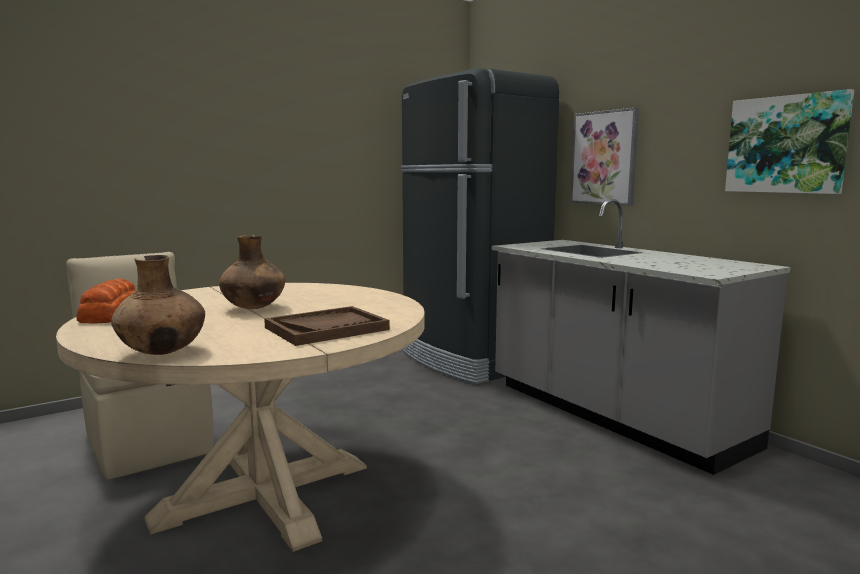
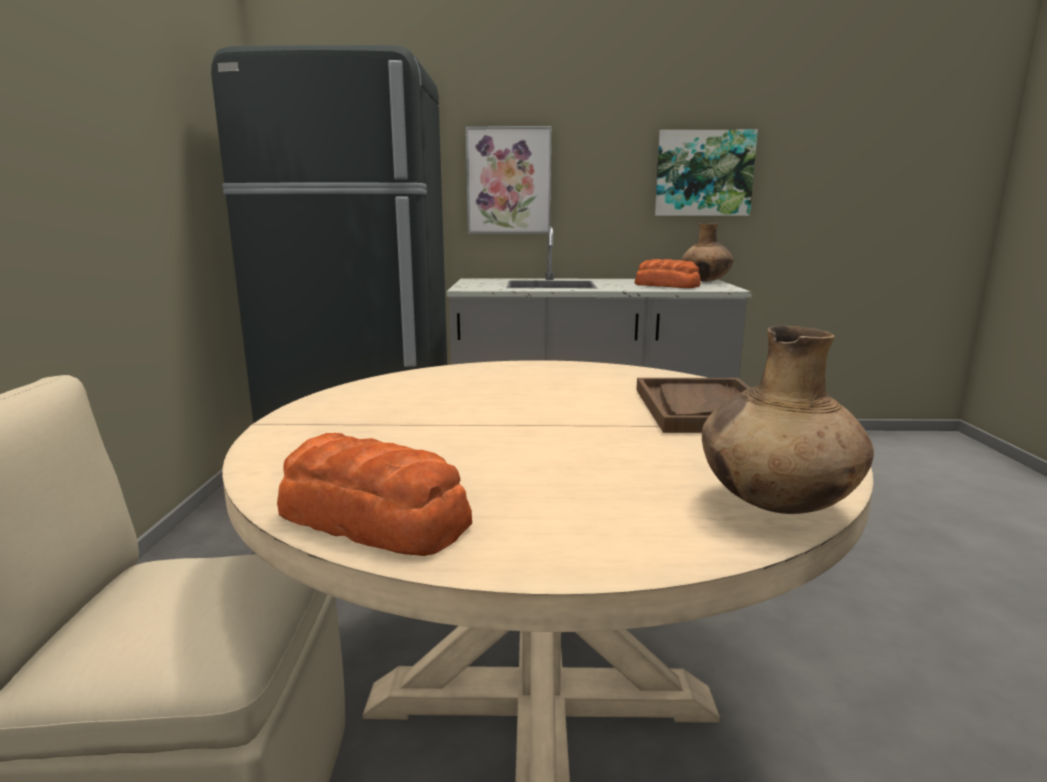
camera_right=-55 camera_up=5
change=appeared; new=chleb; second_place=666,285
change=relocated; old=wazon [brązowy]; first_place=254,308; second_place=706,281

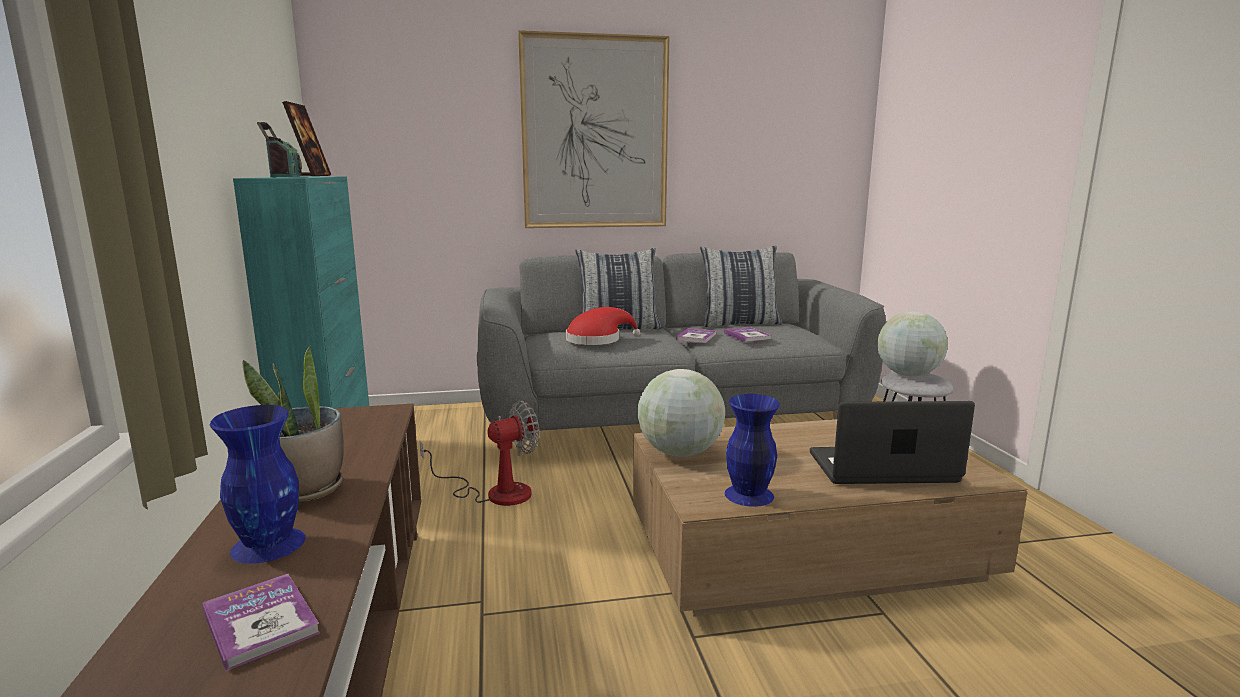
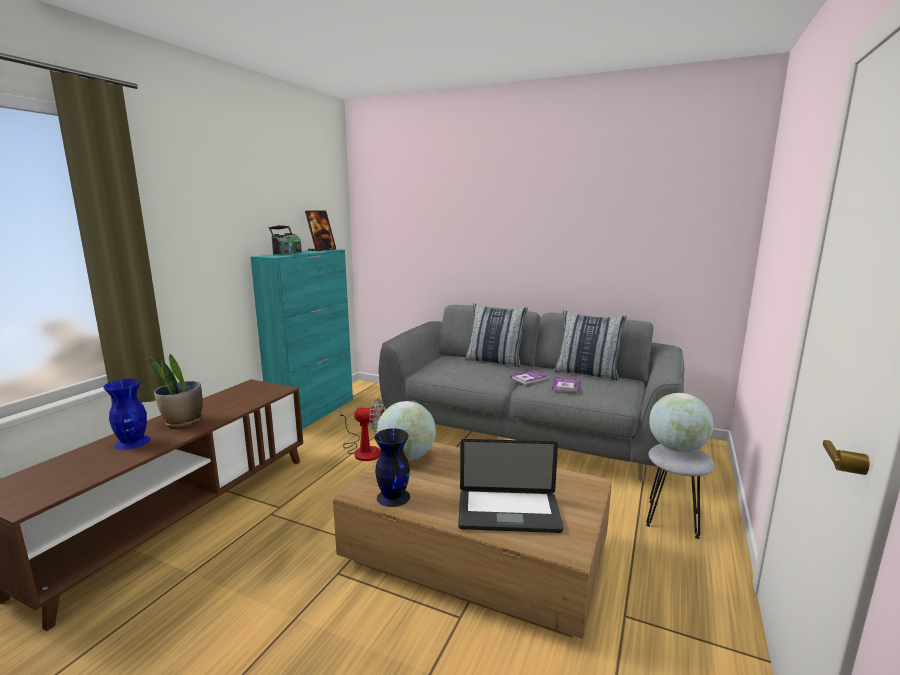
camera_right=35 camera_up=0
change=missing; old=książka; first_place=260,622
change=missing; old=obraz; first_place=595,133
change=missing; old=kapelusz [czerwony]; first_place=597,340
change=colour; old=wazon [niebieski]; new=wazon [czarny]; first_place=748,495; second_place=392,497
change=spun; old=laptop; first_place=882,468; second_place=508,513; degrees=150

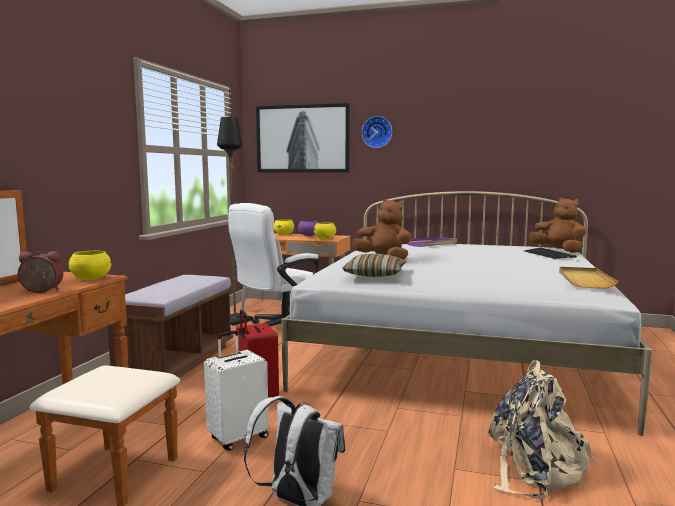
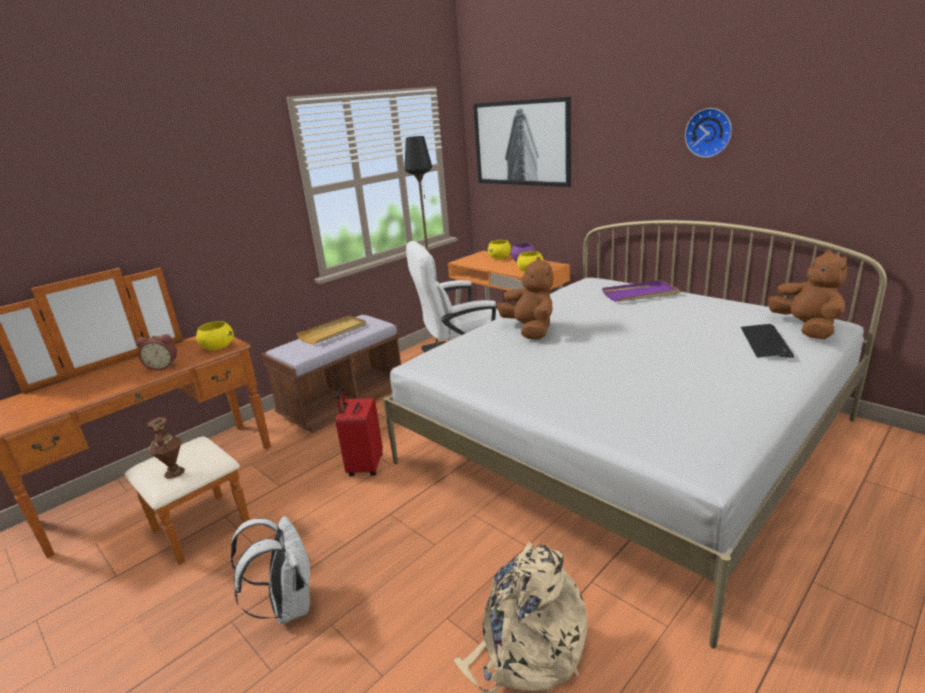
camera_right=30 camera_up=15
change=missing; old=walizka [biały]; first_place=238,438
change=missing; old=poduszka; first_place=375,275
change=appeared; new=wazon [brązowy]; second_place=175,472
change=relocated; old=zegar ścienny; first_place=377,132; second_place=709,132
change=relocated; old=taca [beżowy]; first_place=584,280; second_place=333,332
change=spun; old=budzik; first_place=41,291; second_place=163,366; degrees=150

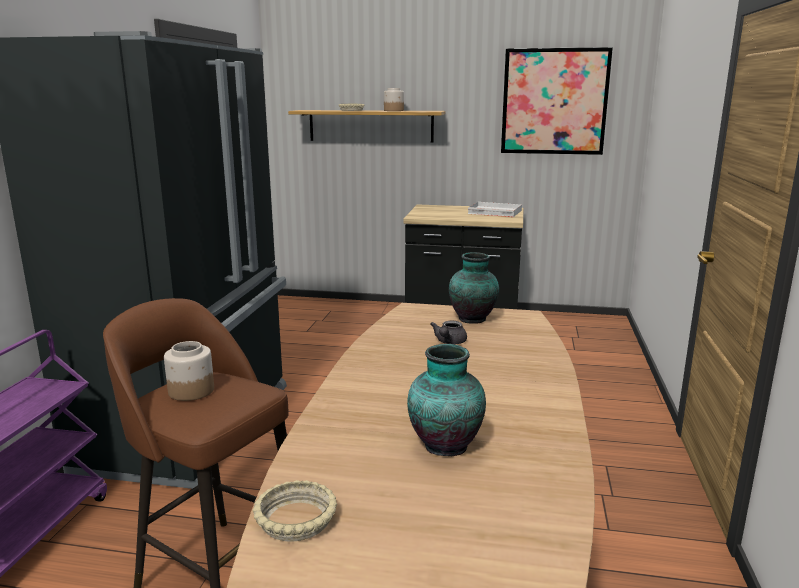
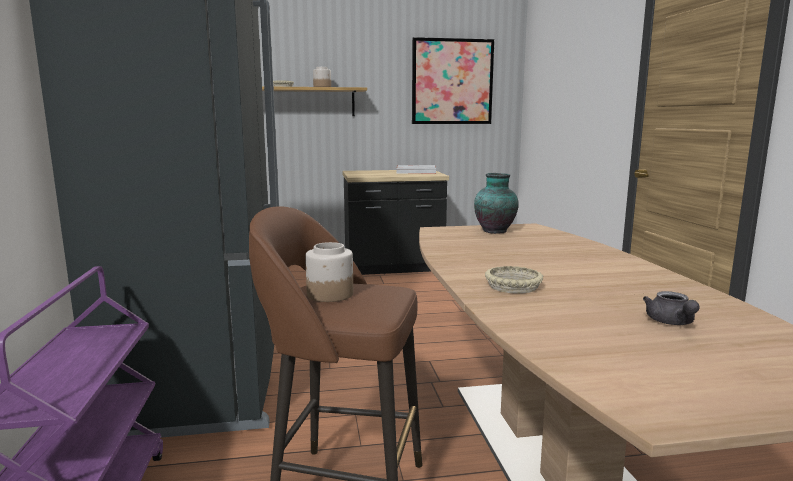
camera_right=-20 camera_up=-5
change=missing; old=wazon; first_place=444,444
change=relocated; old=miska [beżowy]; first_place=297,519; second_place=513,286
change=relocated; old=imbryk [szary]; first_place=449,342; second_place=671,323

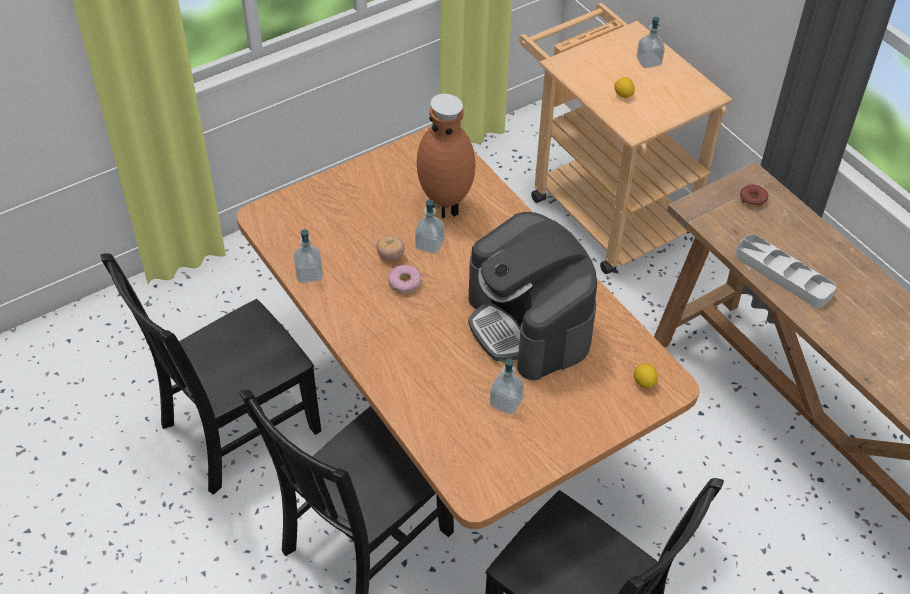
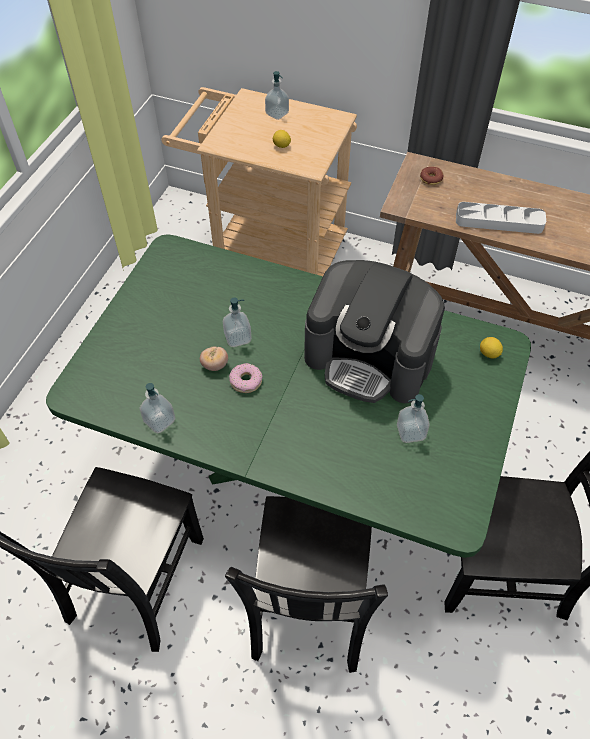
camera_right=-35 camera_up=5
change=missing; old=wazon [brązowy]; first_place=446,206
change=colour; old=stół jadalny [brązowy]; new=stół jadalny [zielony]; first_place=453,421; second_place=295,466

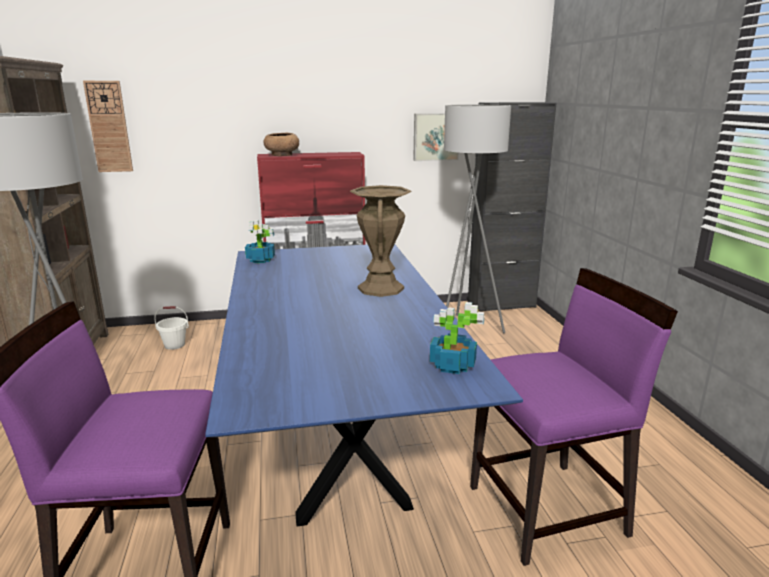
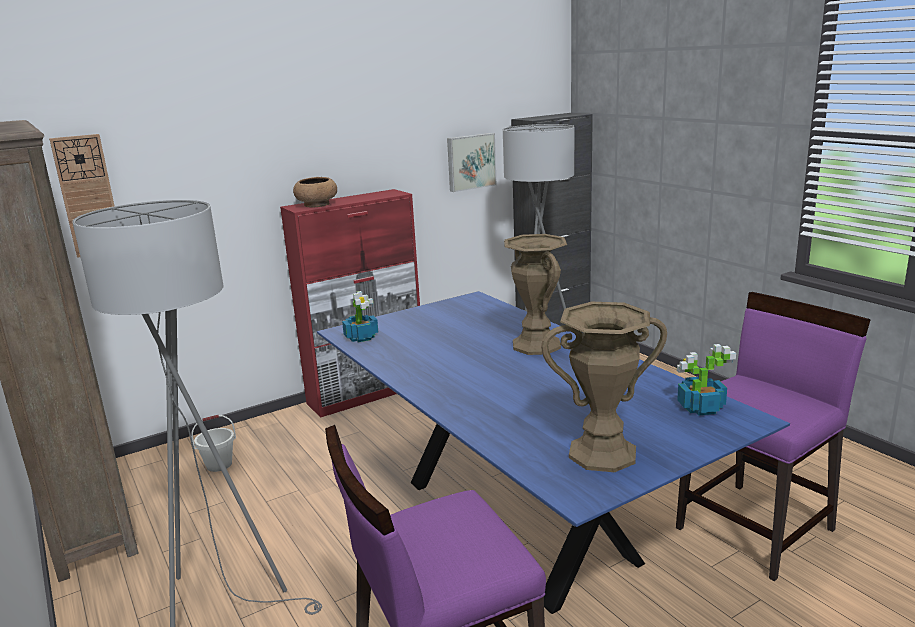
camera_right=-20 camera_up=0
change=appeared; new=wazon [brązowy]; second_place=602,453

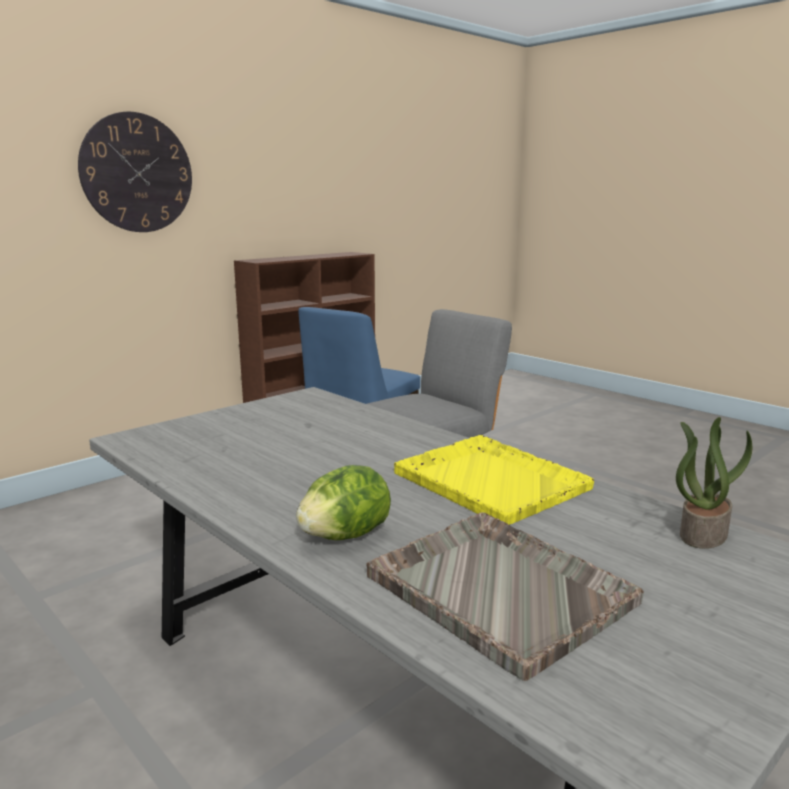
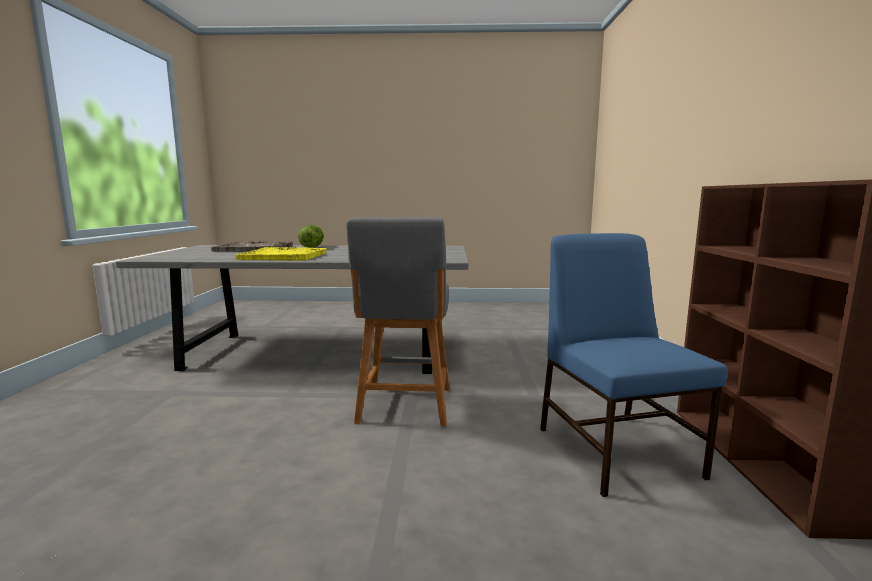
camera_right=135 camera_up=-5
change=missing; old=zegar ścienny; first_place=137,173
change=missing; old=roślina doniczkowa; first_place=702,533

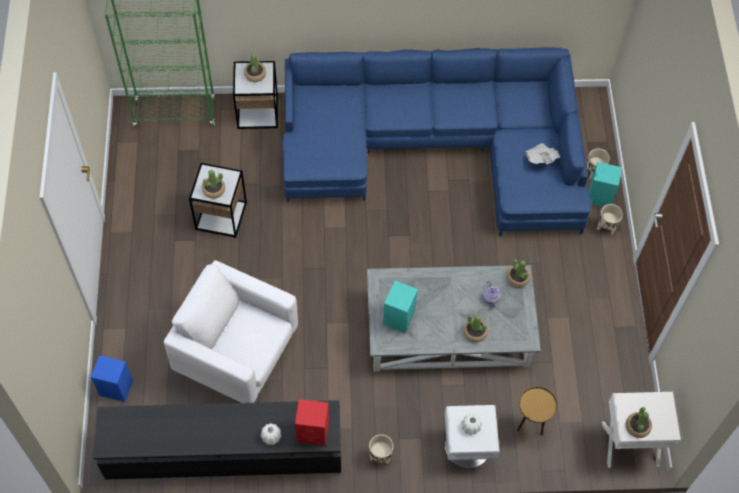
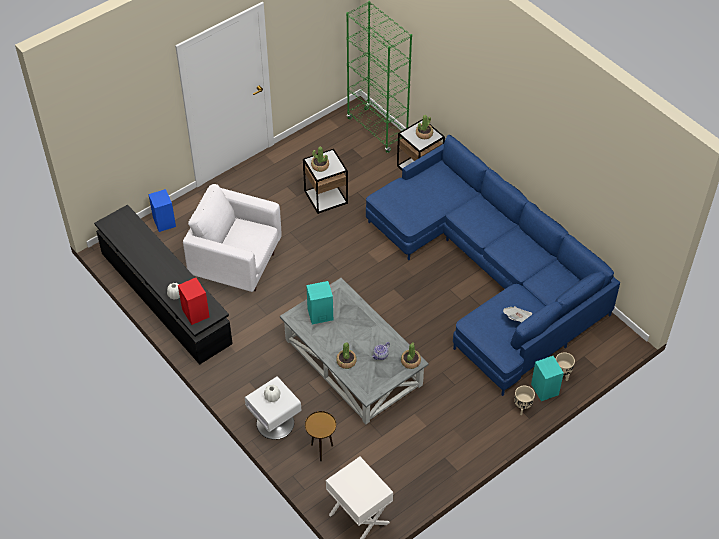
camera_right=55 camera_up=-10
change=missing; old=donica [beżowy]; first_place=380,456
change=missing; old=roślina doniczkowa; first_place=637,427
change=spun; old=fotel [biały]; first_place=237,354; second_place=236,264; degrees=-60

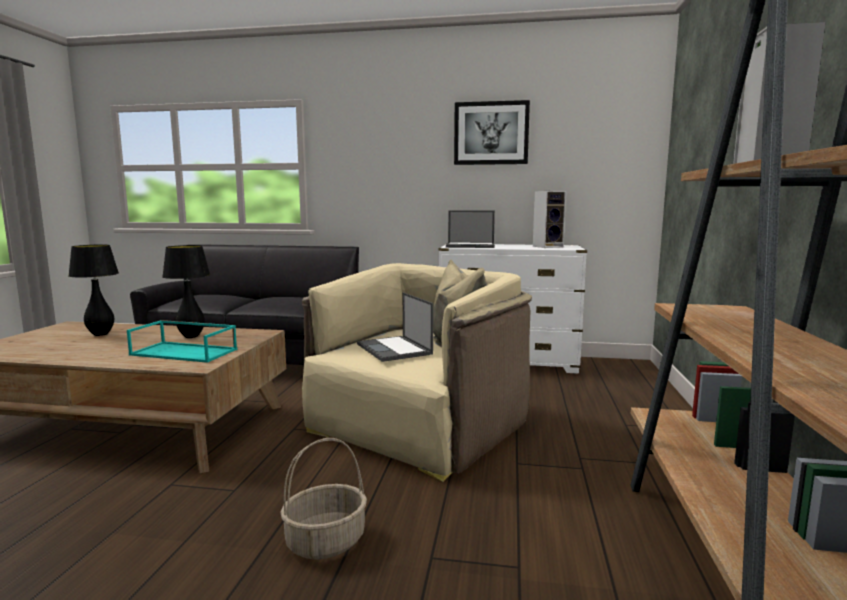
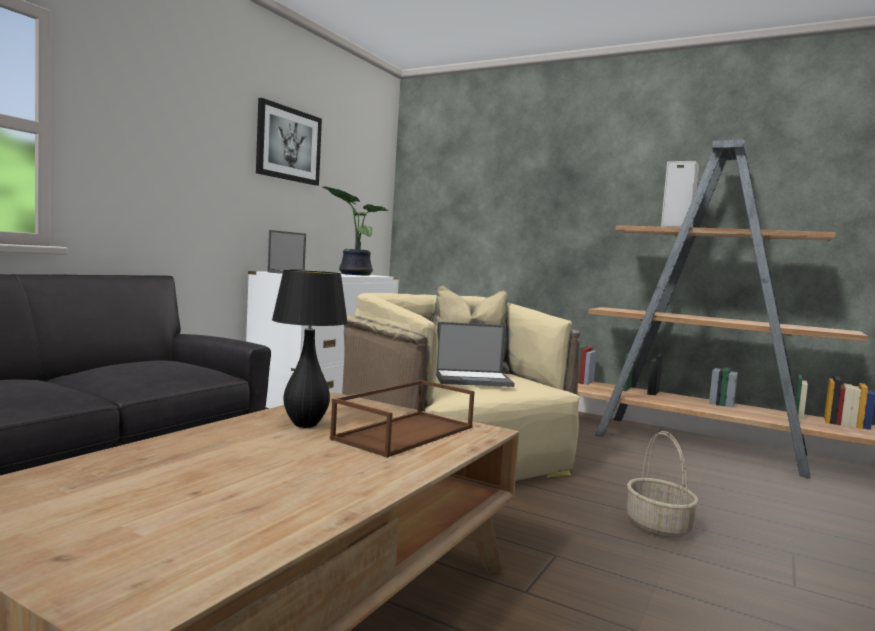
camera_right=-70 camera_up=-5
change=missing; old=lampa stołowa [czarny]; first_place=101,334
change=exchanged; old=głośnik; new=roślina doniczkowa; first_place=548,246; second_place=353,274
change=colour; old=taca [turkusowy]; new=taca [brązowy]; first_place=185,352; second_place=404,432

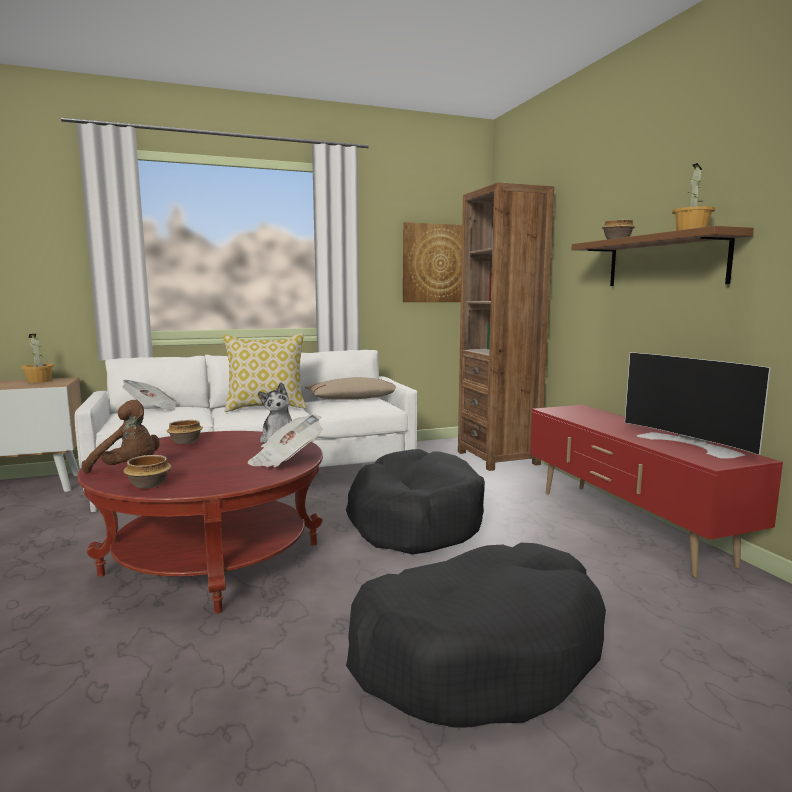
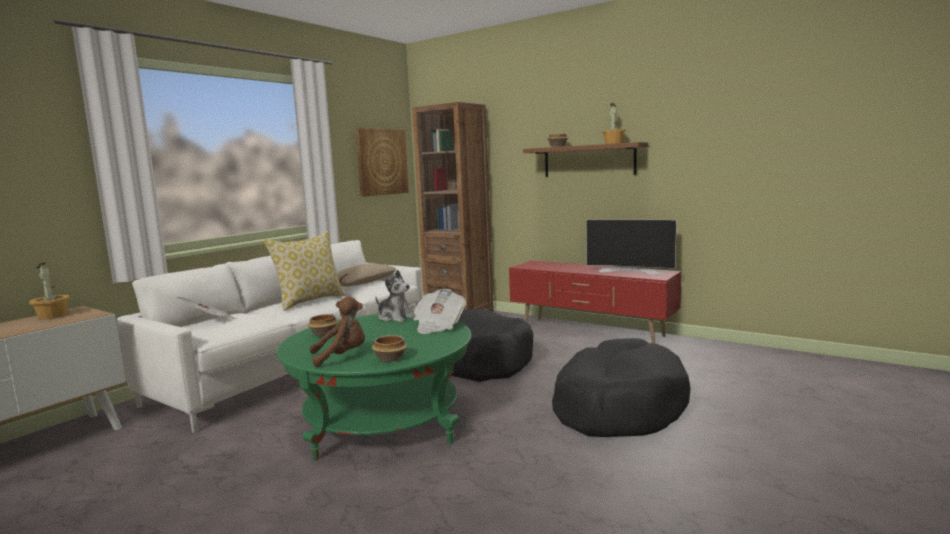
camera_right=-35 camera_up=0
change=colour; old=ława [czerwony]; new=ława [zielony]; first_place=214,558; second_place=383,421

